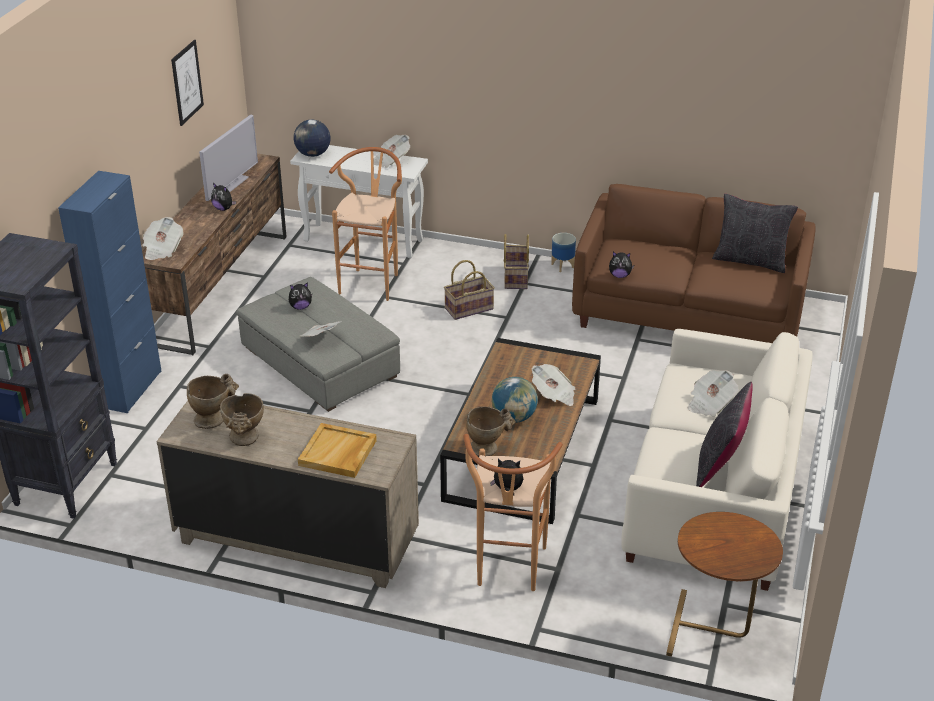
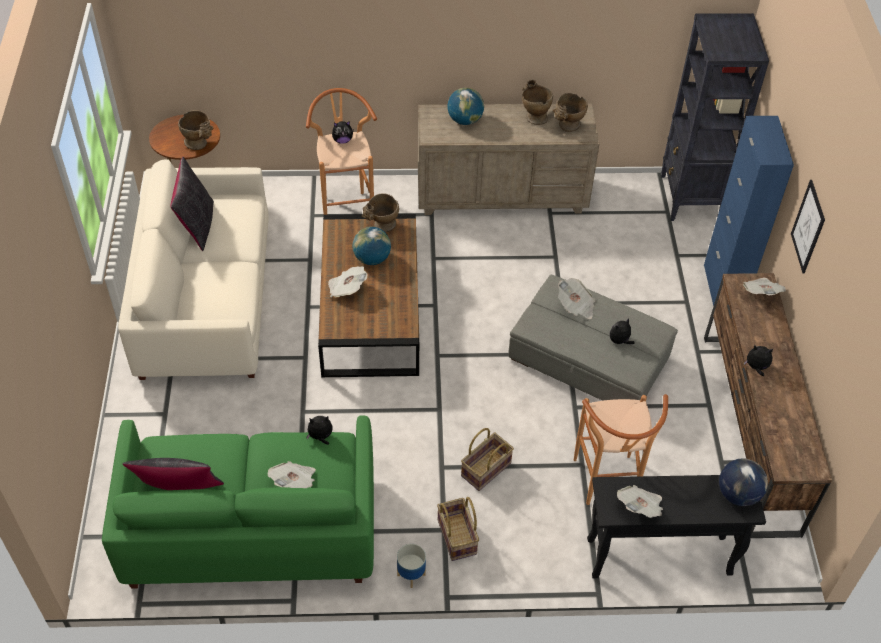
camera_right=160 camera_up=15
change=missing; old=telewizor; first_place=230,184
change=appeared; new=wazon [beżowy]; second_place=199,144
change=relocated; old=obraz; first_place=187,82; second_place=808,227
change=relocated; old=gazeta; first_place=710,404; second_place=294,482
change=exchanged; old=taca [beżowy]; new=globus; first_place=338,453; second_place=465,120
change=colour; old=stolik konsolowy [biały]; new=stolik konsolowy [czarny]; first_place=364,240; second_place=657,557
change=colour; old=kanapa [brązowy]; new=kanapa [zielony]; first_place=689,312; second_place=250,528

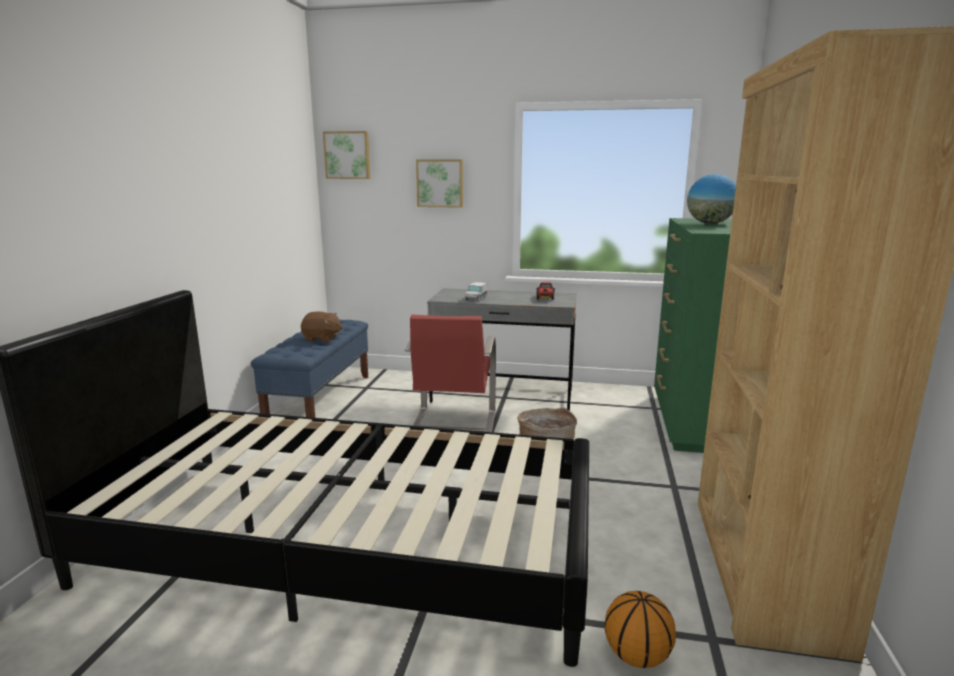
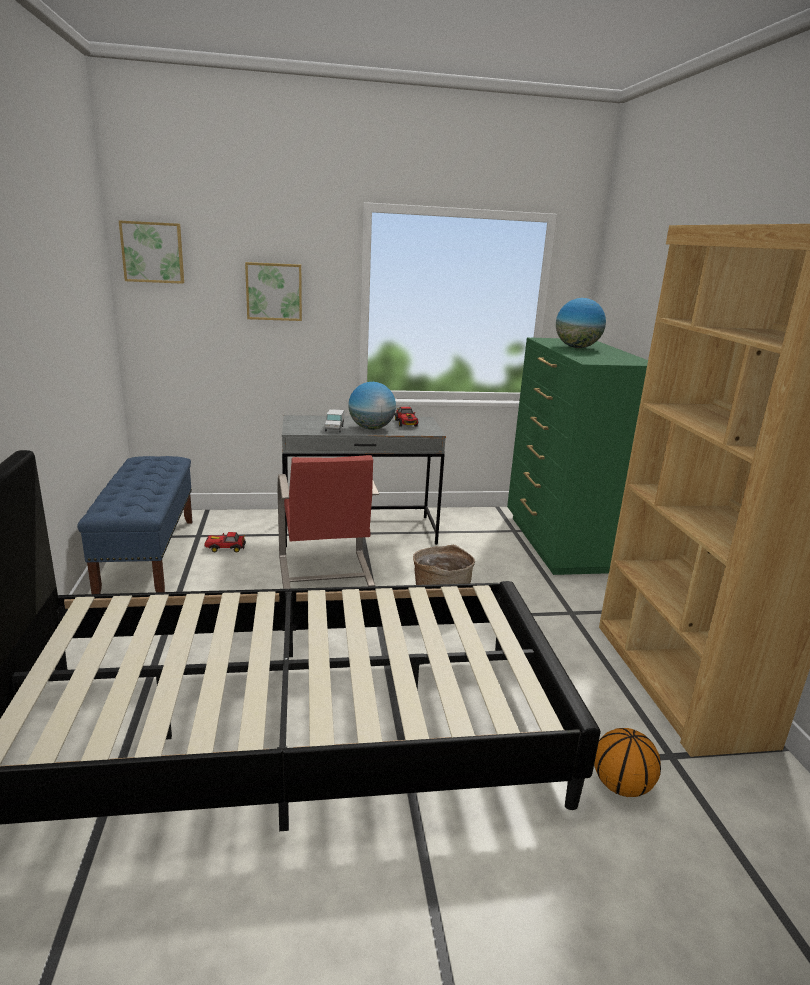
camera_right=-20 camera_up=5
change=missing; old=pluszak [brązowy]; first_place=322,339
change=appeared; new=samochodzik; second_place=225,548
change=appeared; new=globus; second_place=371,428

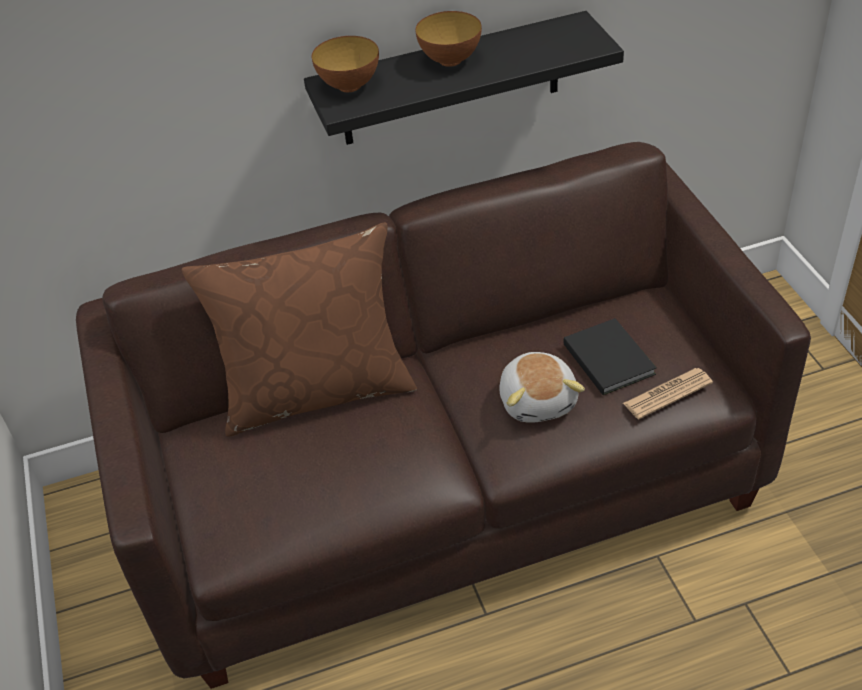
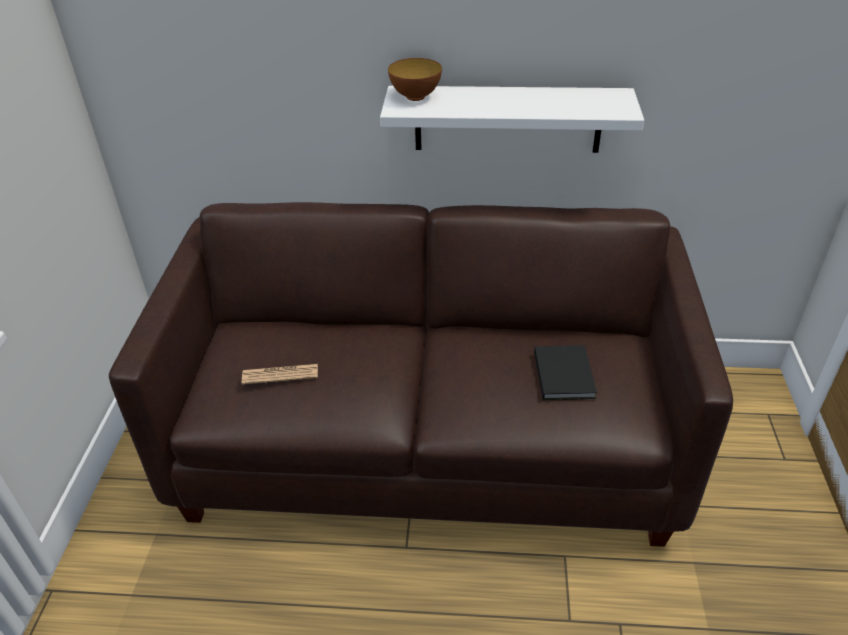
camera_right=20 camera_up=-5
change=missing; old=poduszka [brązowy]; first_place=317,390
change=missing; old=miska; first_place=450,60
change=missing; old=pluszak; first_place=538,400
change=relocated; old=gazeta; first_place=667,394; second_place=280,374
change=colour; old=półka [czarny]; new=półka [biały]; first_place=450,80; second_place=507,119

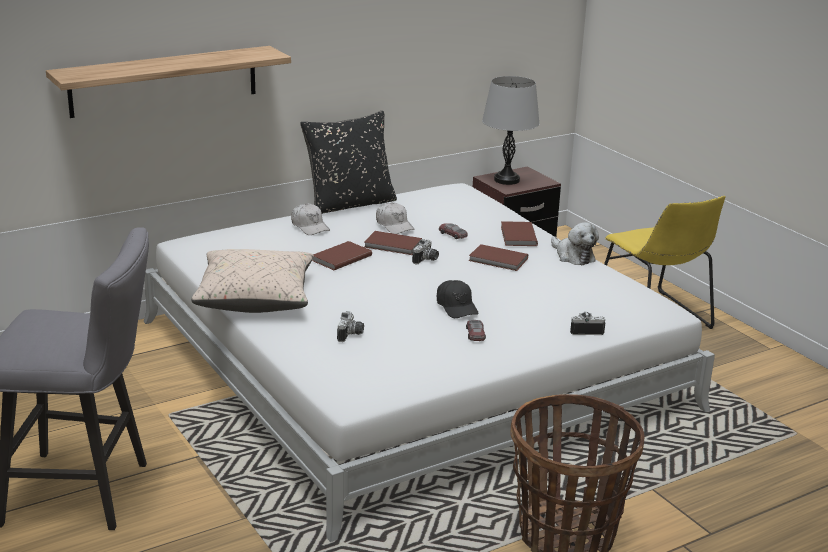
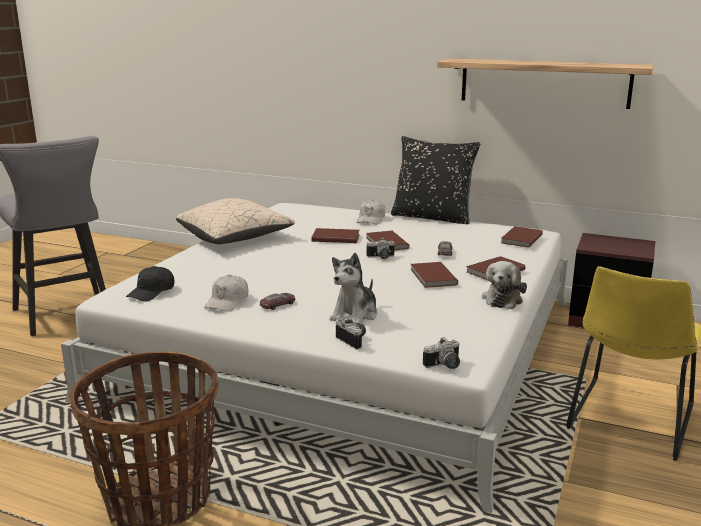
camera_right=55 camera_up=-5
change=missing; old=lampa stołowa [szary]; first_place=506,180
change=appeared; new=pluszak; second_place=355,315
change=appeared; new=książka [brązowy]; second_place=520,239
change=relocated; old=półka; first_place=164,81; second_place=544,83
change=relocated; old=aparat fotograficzny; first_place=351,335; second_place=444,366
change=relocated; old=czapka z daszkiem [biały]; first_place=394,225; second_place=227,301
change=relocated; old=czapka z daszkiem [czarny]; first_place=456,307; second_place=152,292

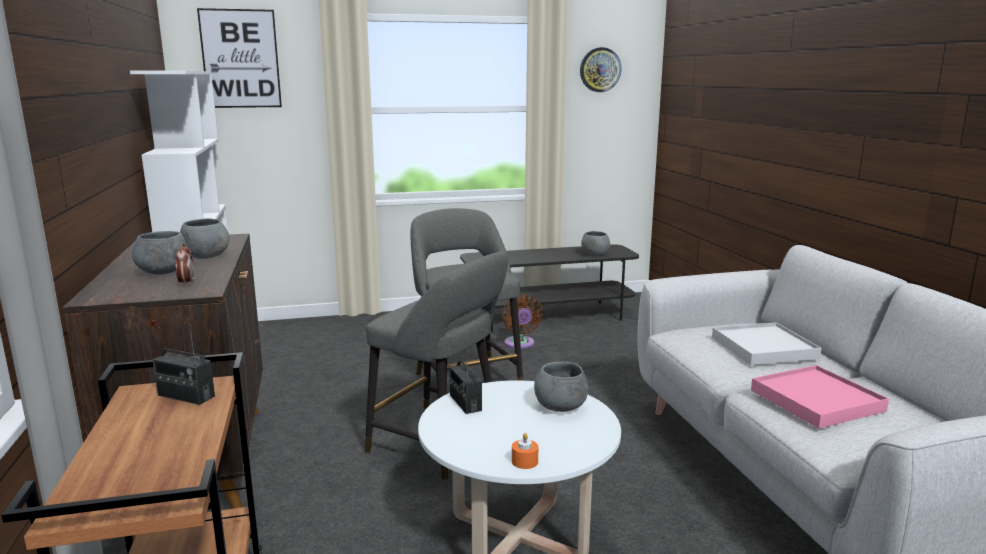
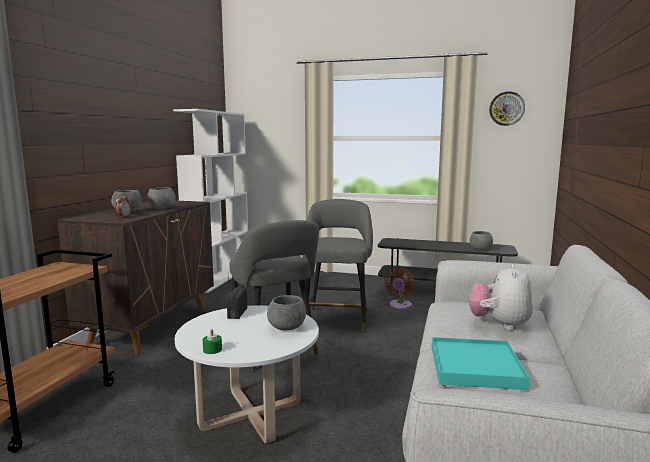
camera_right=30 camera_up=-5
change=missing; old=radio; first_place=186,396
change=missing; old=obraz; first_place=240,59
change=exchanged; old=taca [biały]; new=pluszak; first_place=764,348; second_place=499,324
change=colour; old=świeca [pomarańczowy]; new=świeca [zielony]; first_place=524,461; second_place=212,349
change=colour; old=taca [różowy]; new=taca [turkusowy]; first_place=817,400; second_place=475,367

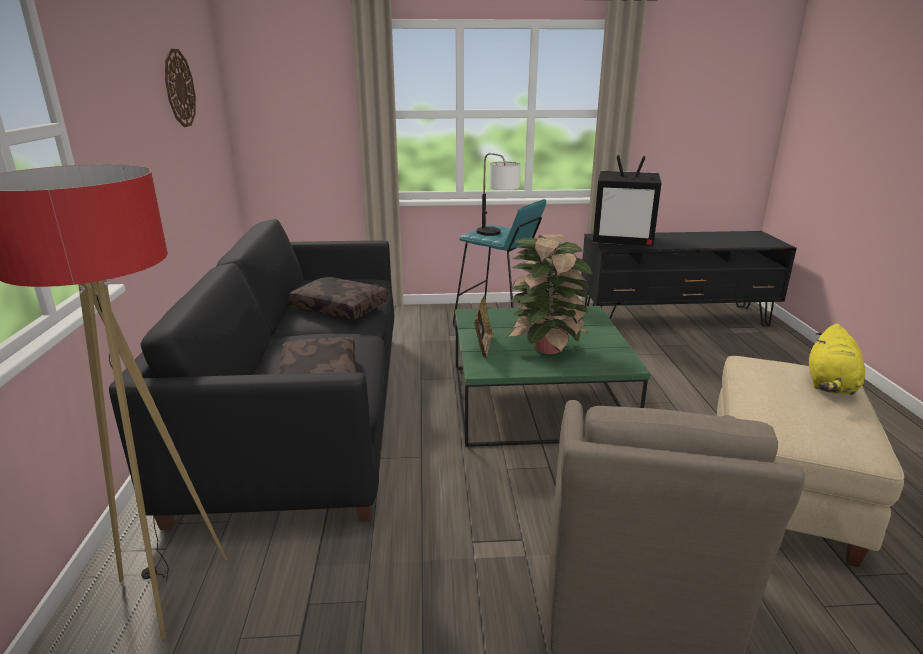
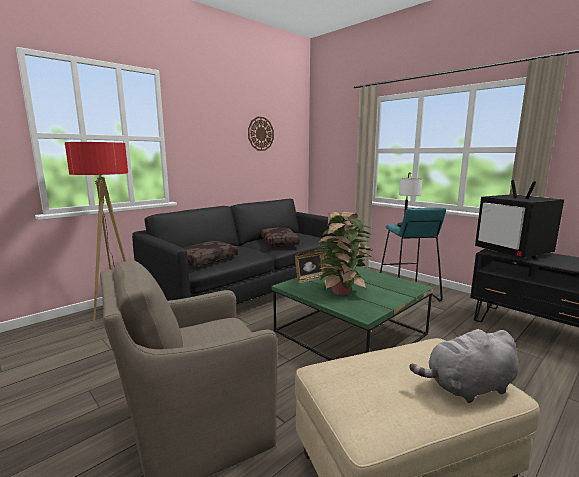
camera_right=50 camera_up=-10
change=colour; old=pluszak [żółty]; new=pluszak [szary]; first_place=830,385; second_place=467,388

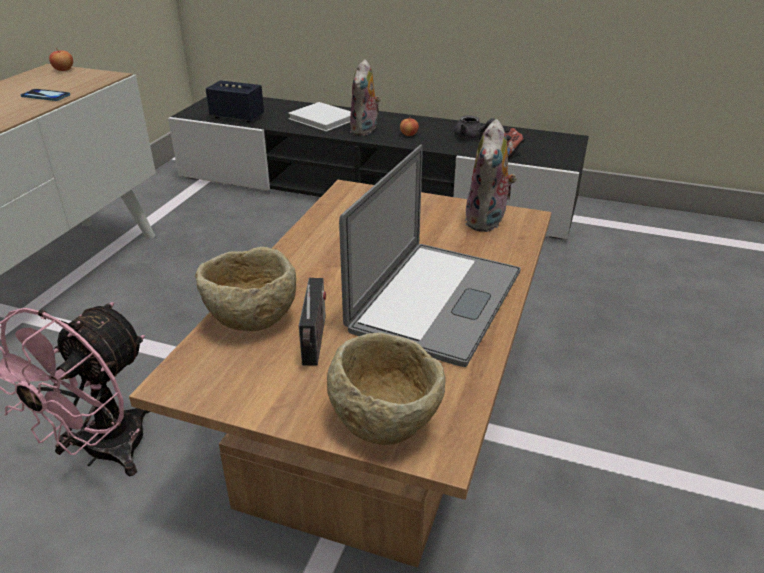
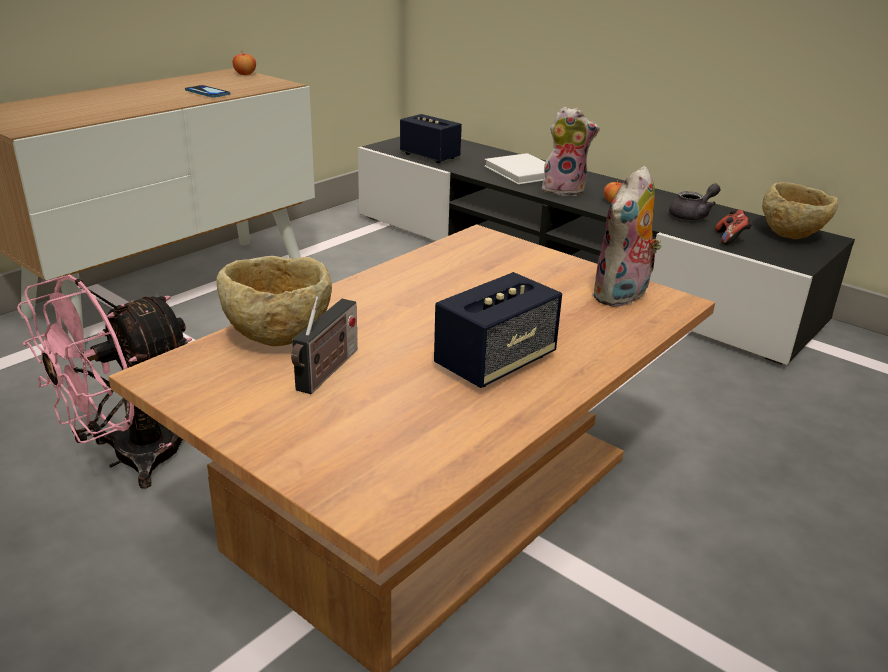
camera_right=20 camera_up=-5
change=relocated; old=miska [beżowy]; first_place=386,422; second_place=792,235
change=exchanged; old=laptop; new=głośnik; first_place=436,300; second_place=495,362
change=spun; old=pluszak; first_place=365,130; second_place=564,190; degrees=-120
change=spun; old=imbryk [szary]; first_place=472,136; second_place=692,216; degrees=-90

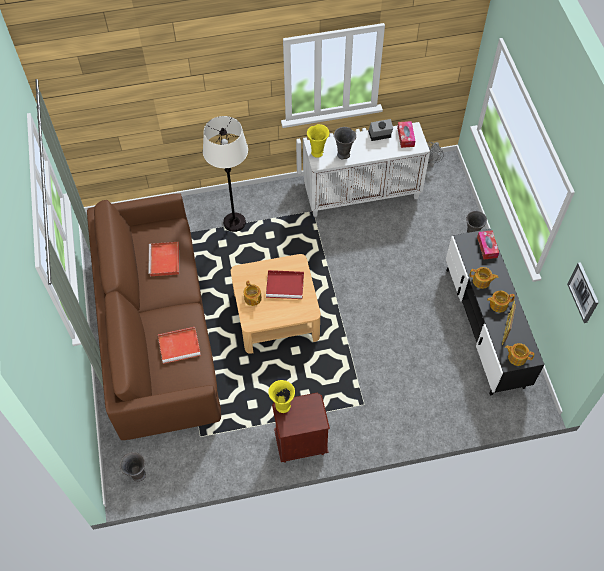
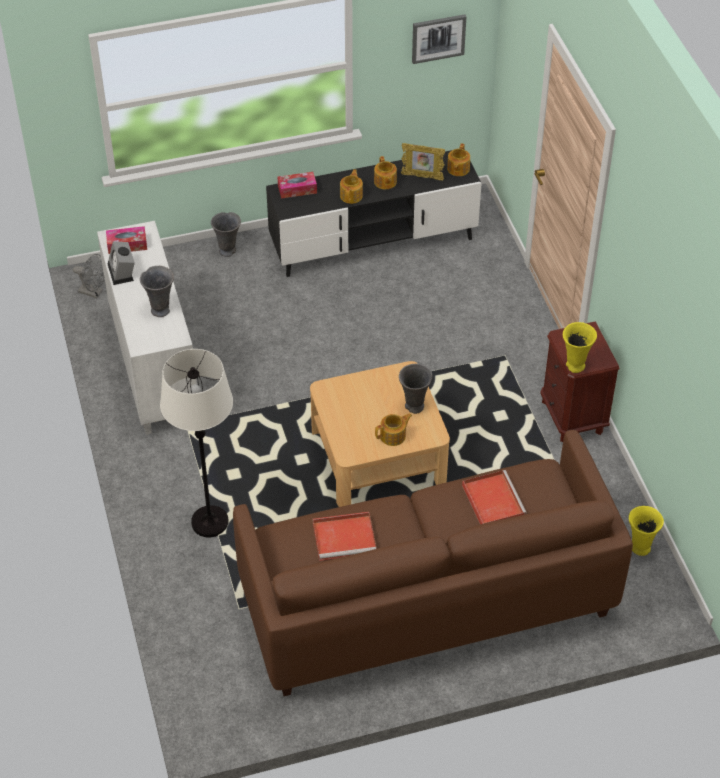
camera_right=-95 camera_up=-10
change=missing; old=taca [czerwony]; first_place=286,285
change=relocated; old=wazon [szary]; first_place=138,475; second_place=414,407
change=relocated; old=wazon [żółty]; first_place=317,152; second_place=639,547

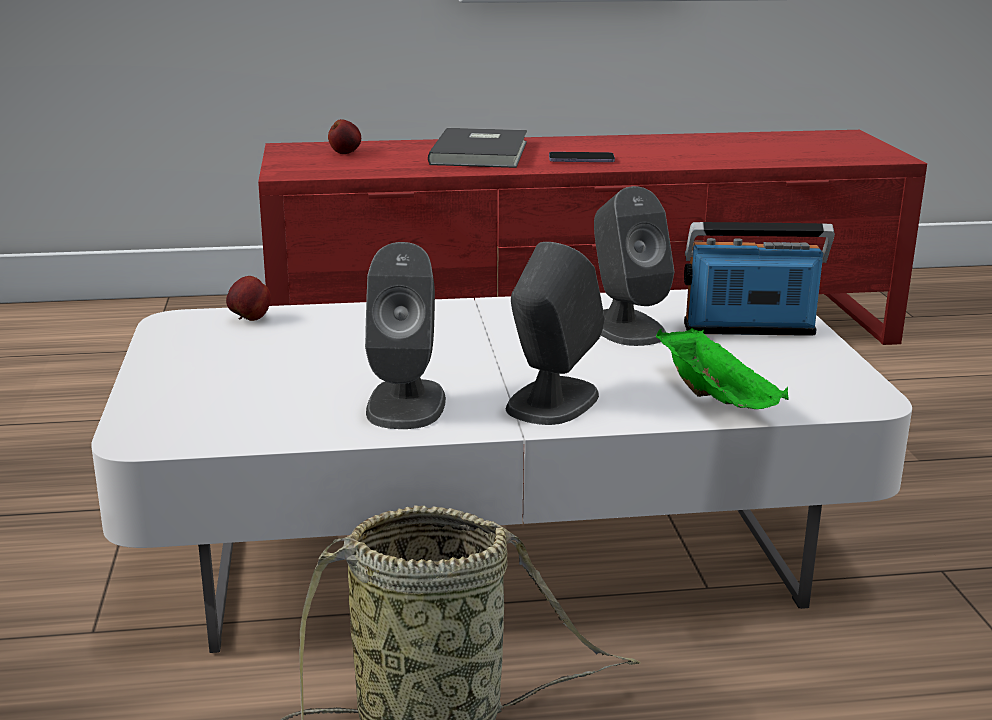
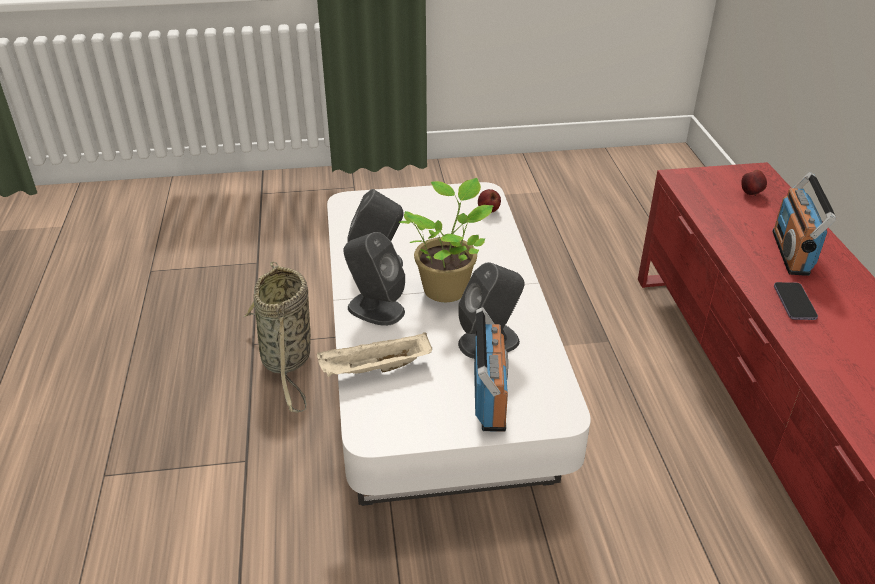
camera_right=90 camera_up=15
change=appeared; new=roślina doniczkowa; second_place=447,287
change=exchanged; old=książka [szary]; new=radio; first_place=483,152; second_place=791,252
change=colour; old=taca [zielony]; new=taca [beżowy]; first_place=717,399; second_place=375,370

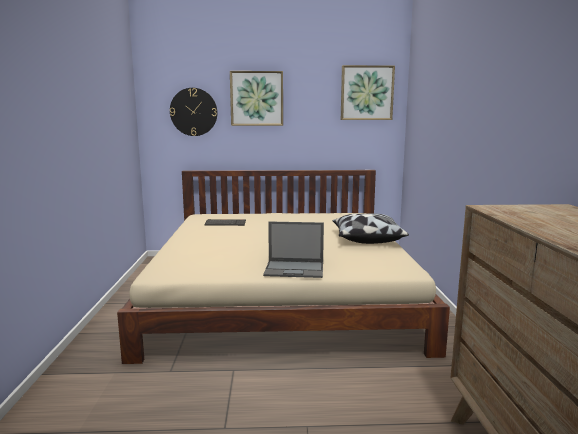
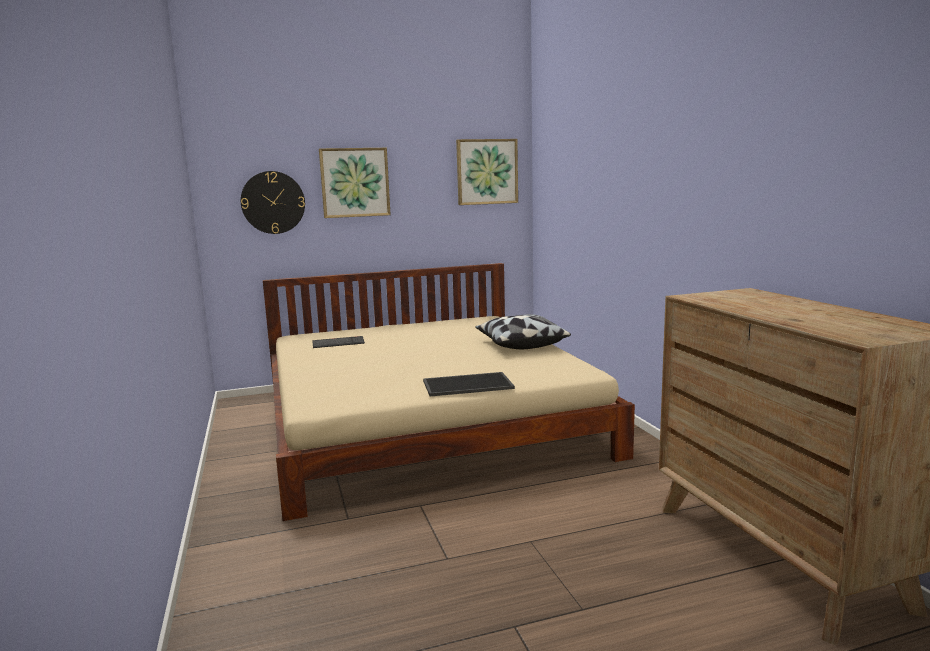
camera_right=-15 camera_up=0
change=exchanged; old=laptop; new=taca; first_place=295,269; second_place=468,384

